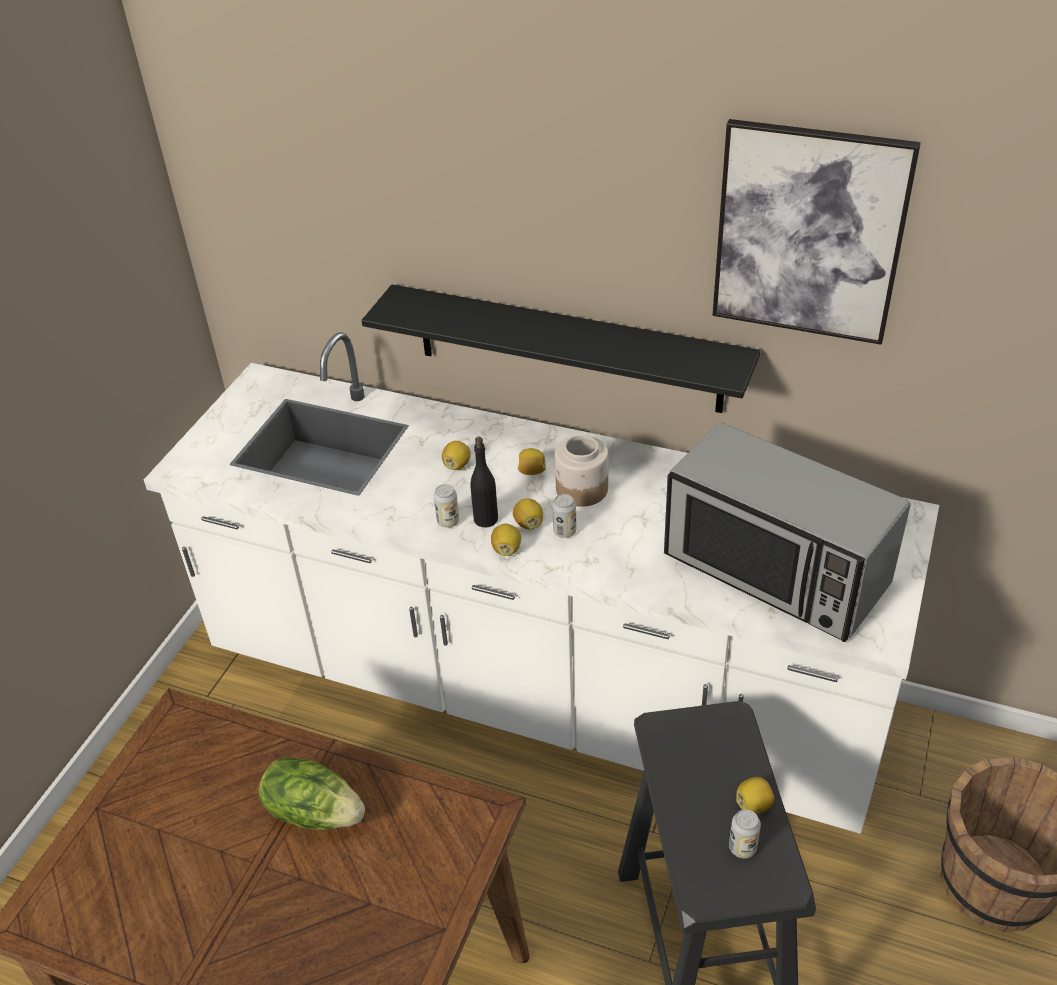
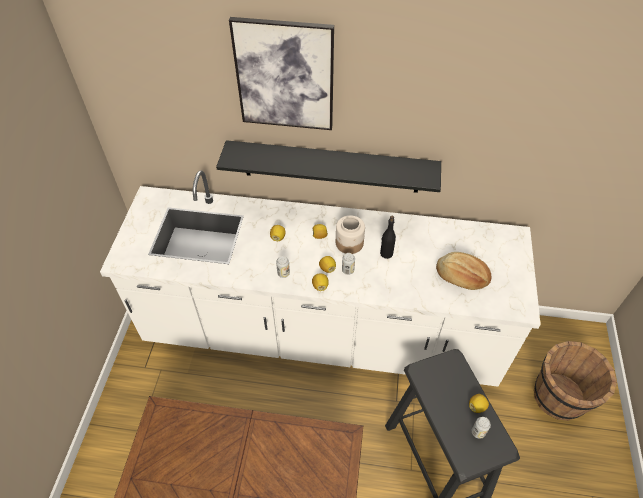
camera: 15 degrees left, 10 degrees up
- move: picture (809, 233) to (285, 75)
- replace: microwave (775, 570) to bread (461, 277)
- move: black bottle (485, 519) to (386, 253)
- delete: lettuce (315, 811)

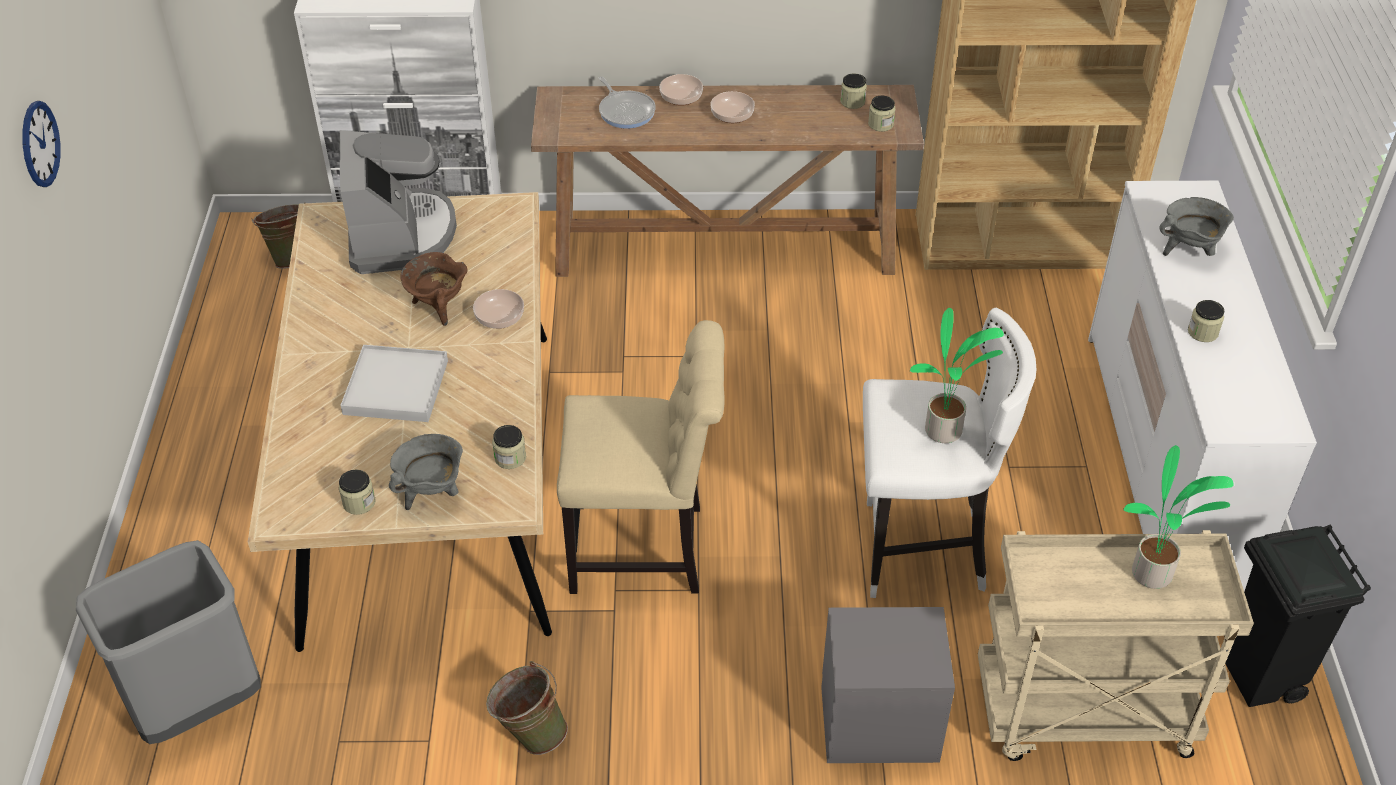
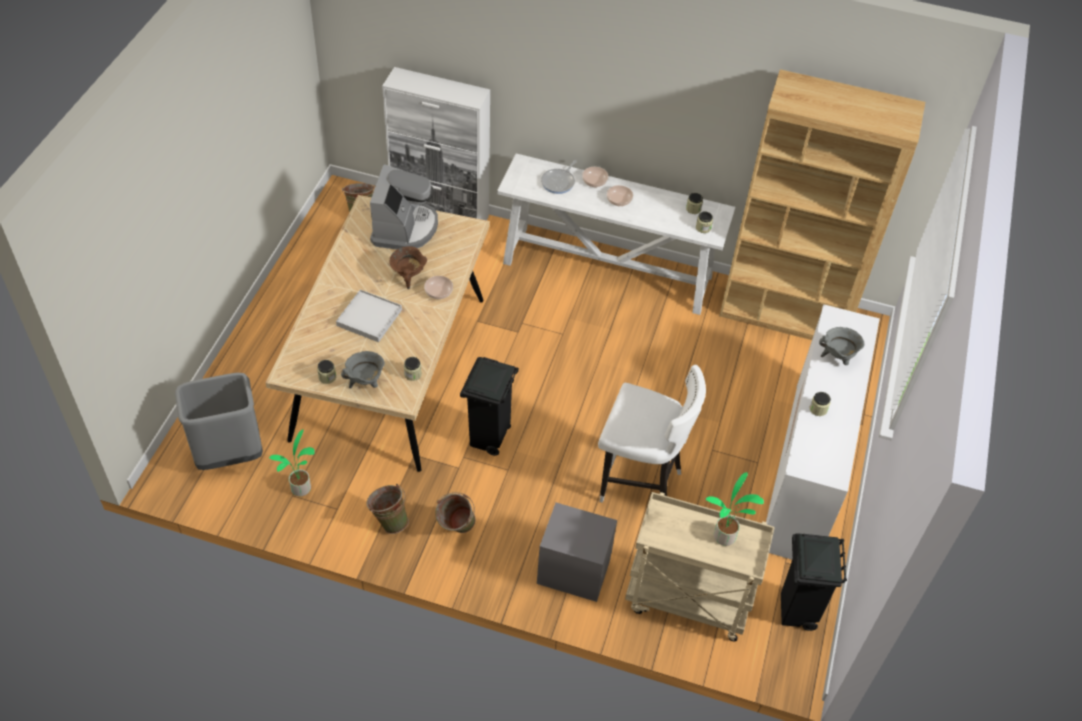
camera: 15 degrees right, 5 degrees up
- rotate: frying pan (625, 111) = (559, 182) 45 degrees clockwise
- recolor: brown console table (726, 246) to white console table (608, 270)
- delete: wall clock (40, 144)
- move: potted plant (945, 432) to (301, 489)
- replace: beige chair (645, 549) to black trash can (489, 439)
- insert: green bucket (456, 529)

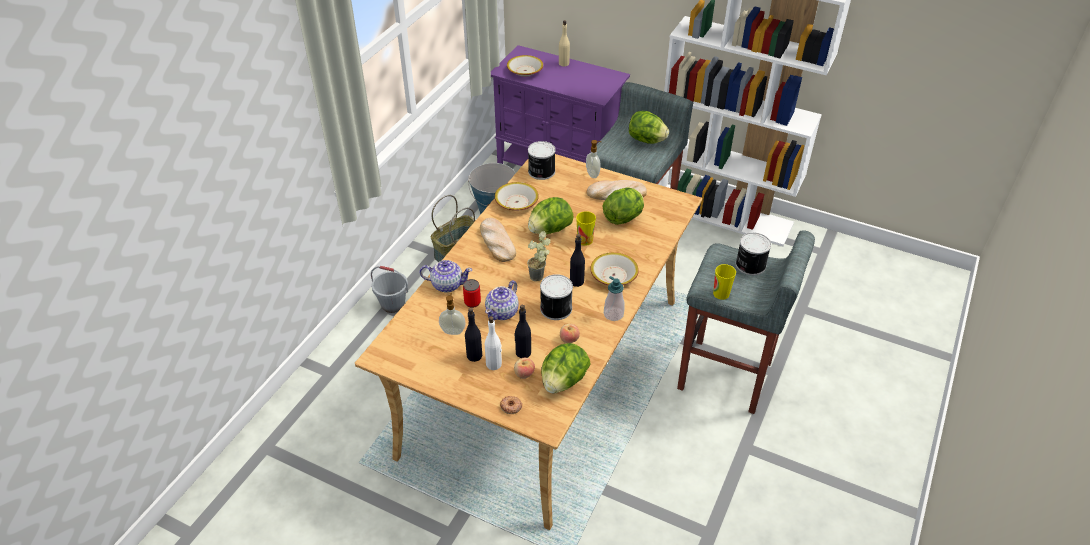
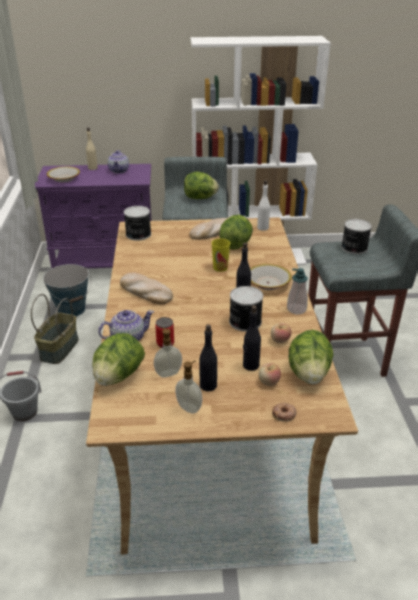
camera: 30 degrees left, 10 degrees down
- move: soap dispenser (593, 174) to (189, 407)
- delete: bowl (517, 202)
- move: lettuce (550, 230) to (118, 376)
- delete: potted plant (540, 279)
- delete: cup (721, 293)
- move: teapot (502, 312) to (119, 170)
- move: white bottle (494, 364) to (263, 228)

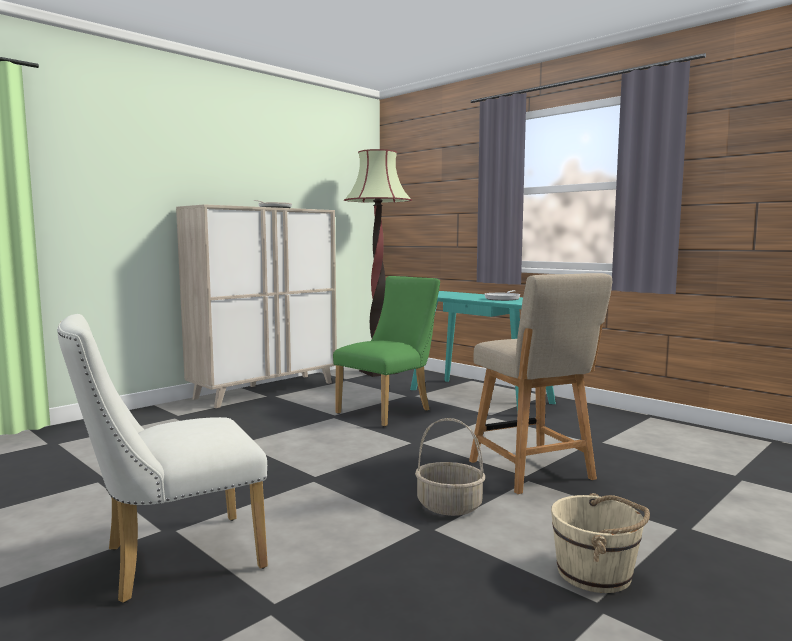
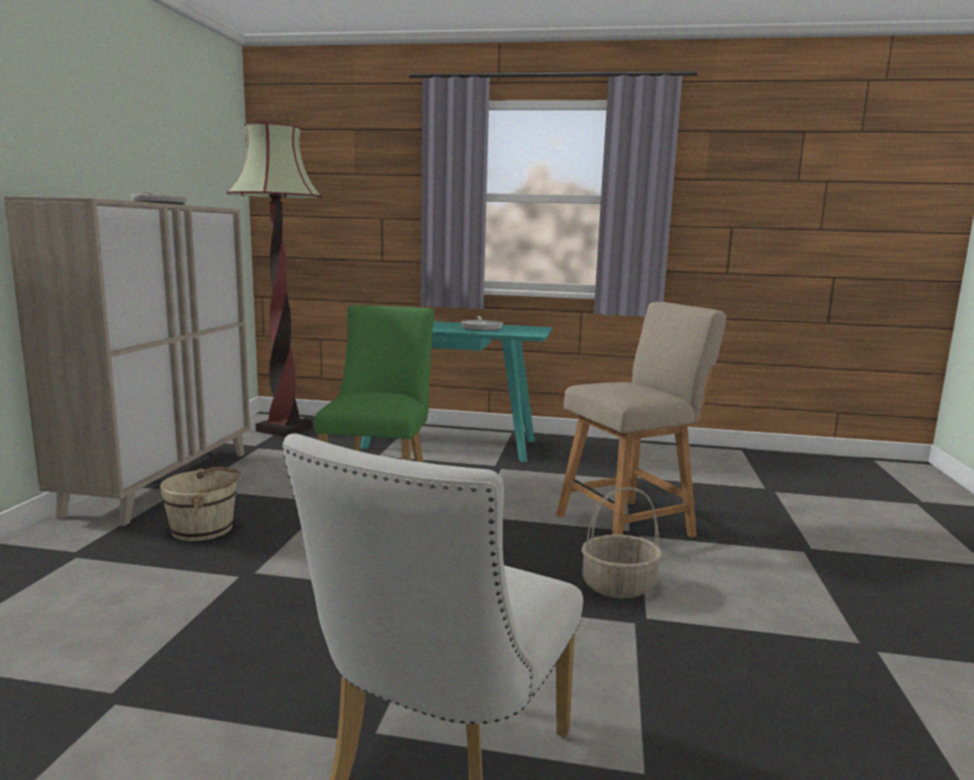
camera: 35 degrees left, 5 degrees up
- rotate: beige chair (534, 472) = (630, 524) 60 degrees counterclockwise
- move: beige bucket (596, 573) to (204, 529)

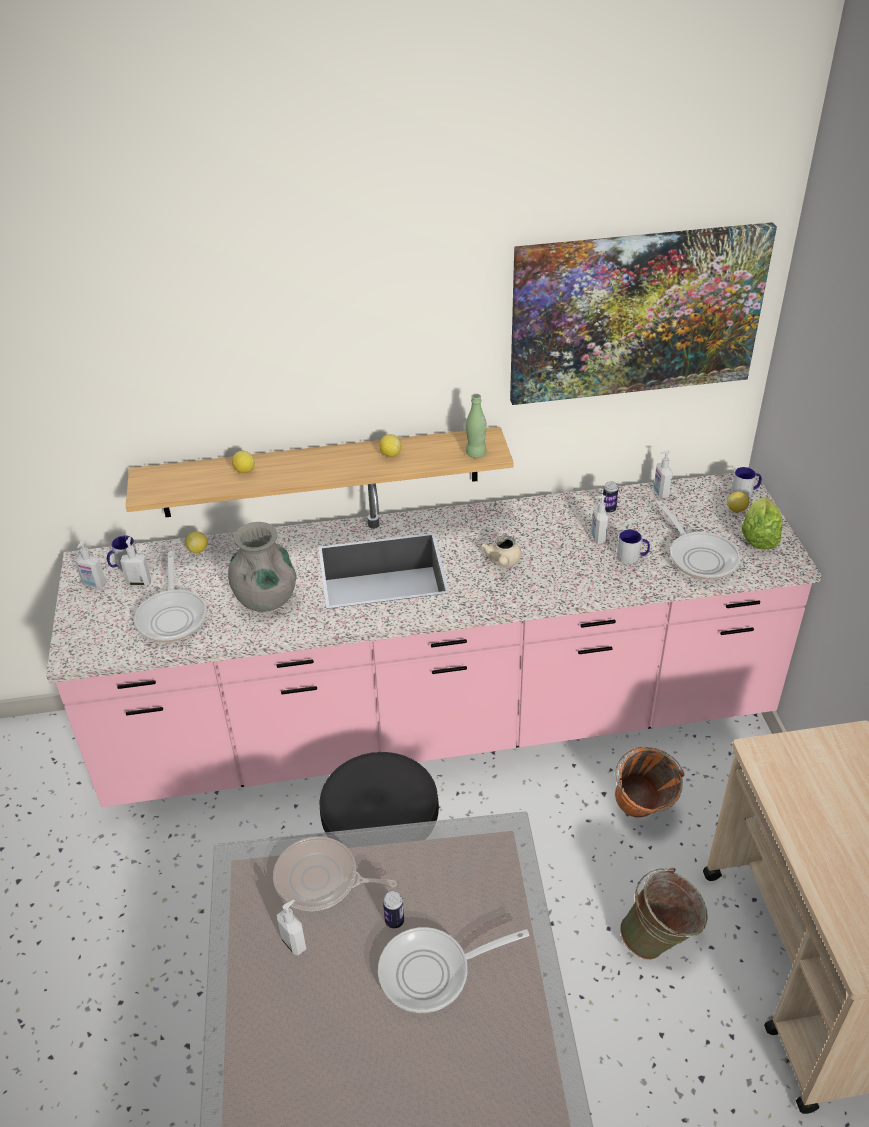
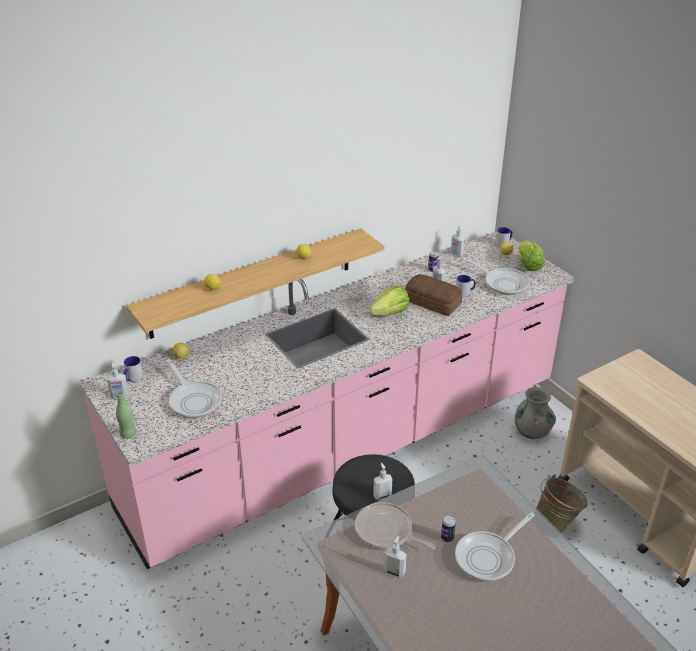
camera: 25 degrees left, 5 degrees down
- delete: picture (636, 314)
- move: green bottle (476, 454) to (128, 434)
- move: grey vase (266, 599) to (532, 432)
- replace: beige teapot (503, 561) to lettuce (390, 313)
- move: soap dispenser (139, 582) to (382, 495)
- delete: orange bucket (640, 814)
- rotate: frying pan (321, 880) = (386, 531) 45 degrees clockwise
- insert: bread (433, 303)

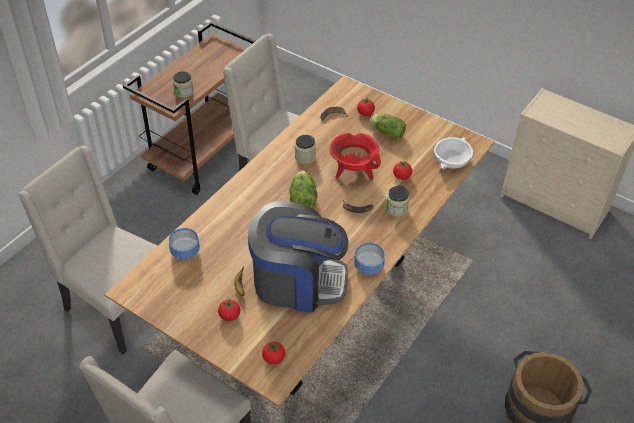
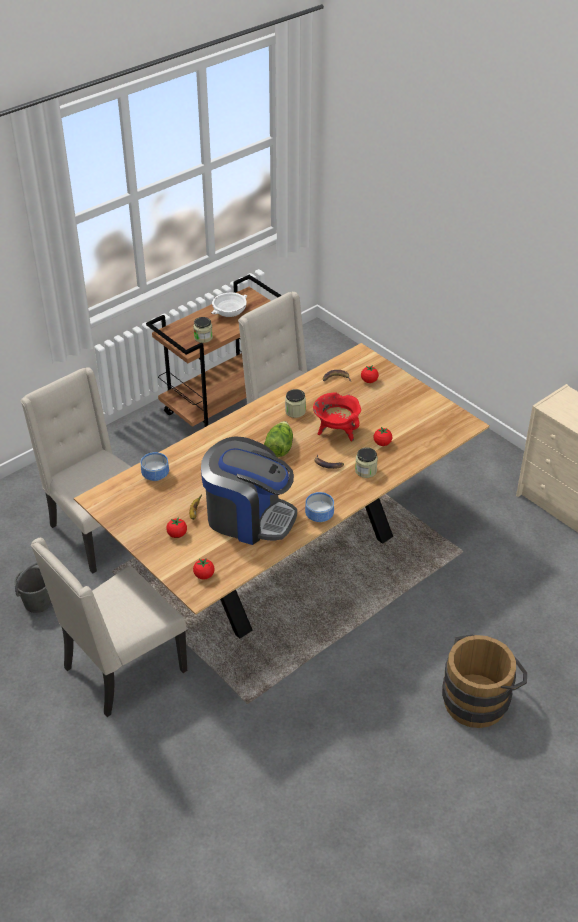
camera: 15 degrees right, 5 degrees down
- delete: lettuce (386, 132)
- move: white bowl (451, 160) to (229, 311)
- insert: grey bucket (38, 603)

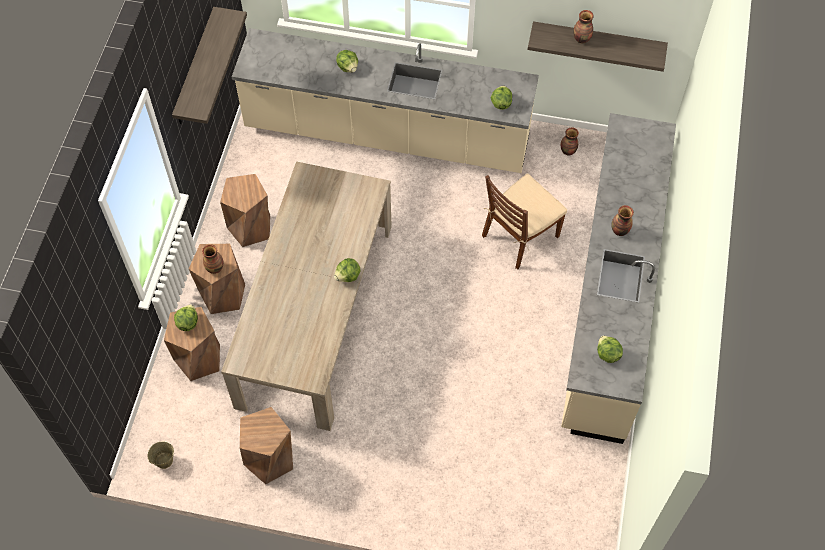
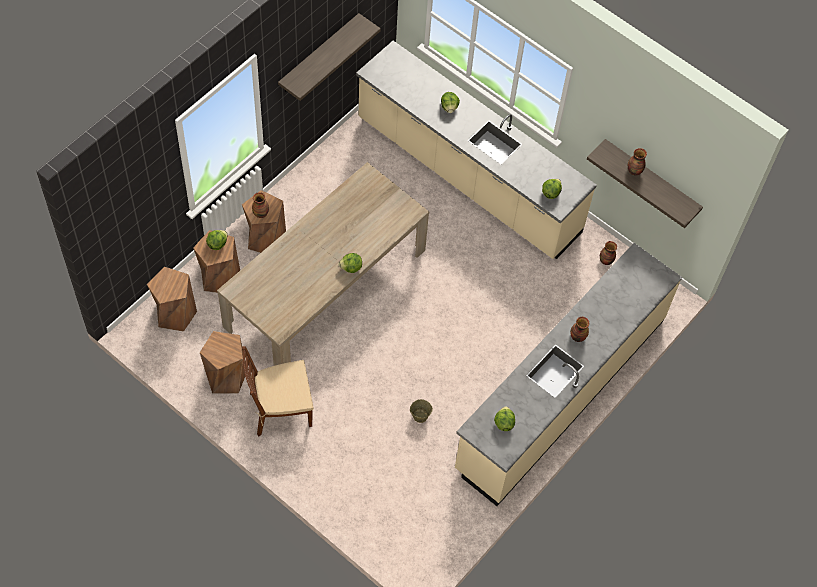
camera: 25 degrees right, 0 degrees up
- move: brown chair (519, 236) to (280, 409)
- move: brown stool (250, 227) to (175, 314)
- move: beige bucket (164, 461) to (420, 416)

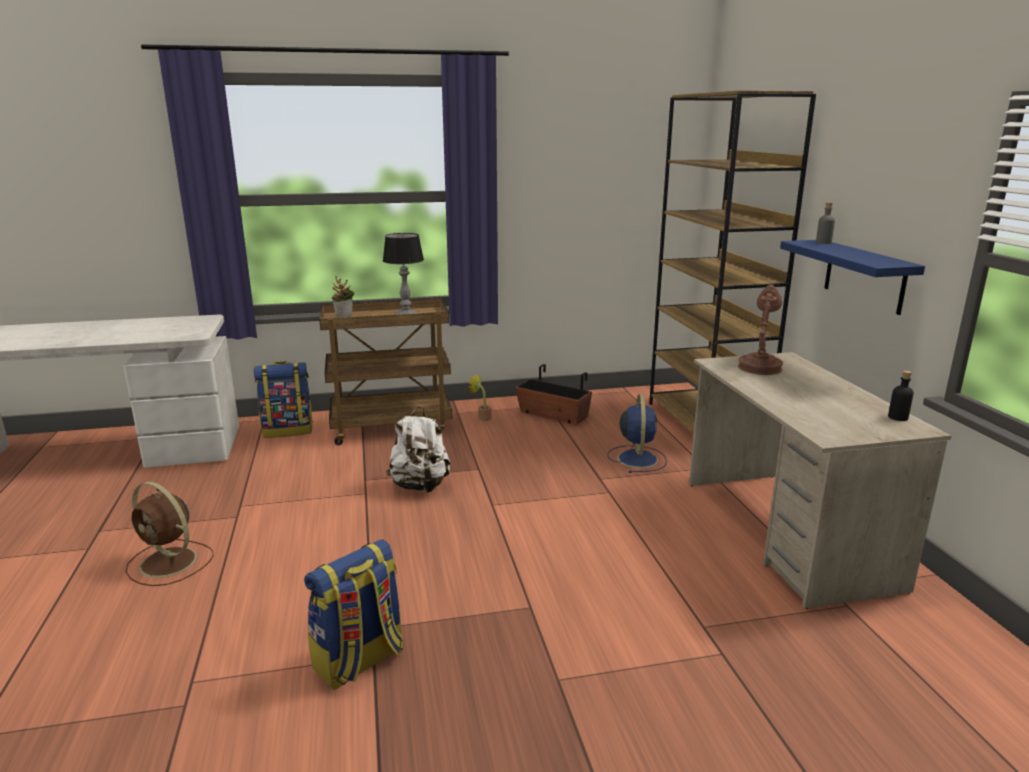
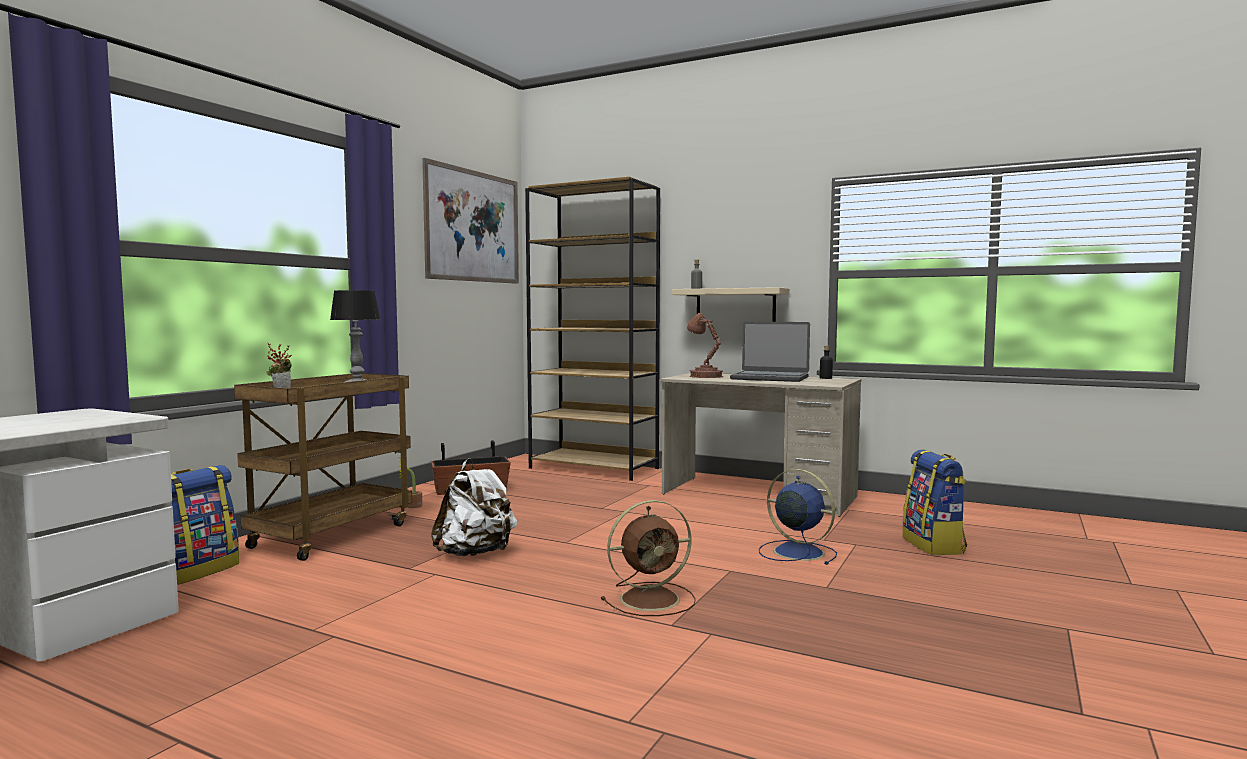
camera: 50 degrees left, 15 degrees down
- recolor: blue shelf (864, 276) to beige shelf (735, 306)
- move: blue fan (637, 458) to (796, 552)
- move: brown fan (170, 563) to (652, 599)
- move: backpack (359, 661) to (934, 545)
- insert: picture (473, 226)
- insert: laptop (770, 378)

